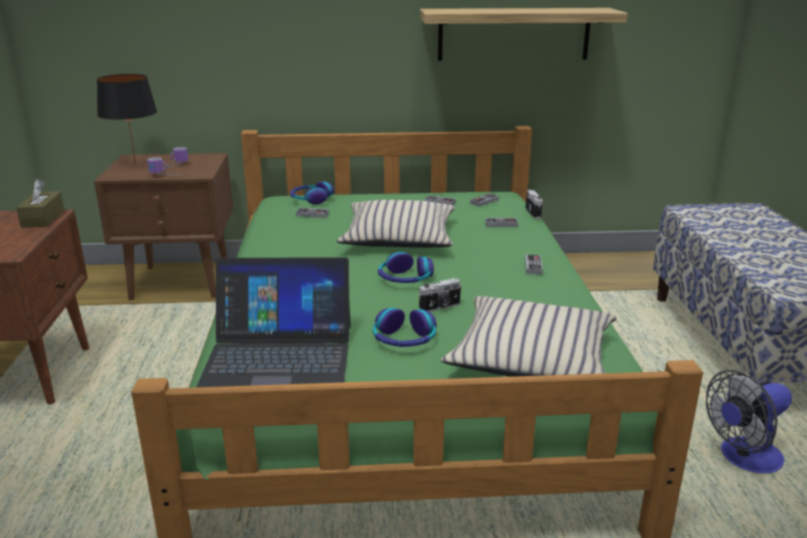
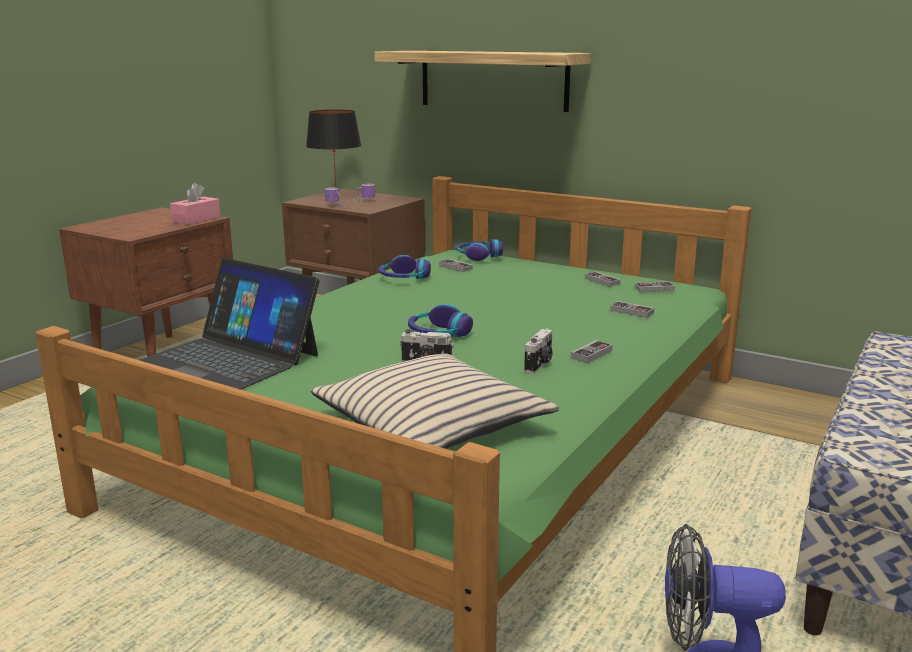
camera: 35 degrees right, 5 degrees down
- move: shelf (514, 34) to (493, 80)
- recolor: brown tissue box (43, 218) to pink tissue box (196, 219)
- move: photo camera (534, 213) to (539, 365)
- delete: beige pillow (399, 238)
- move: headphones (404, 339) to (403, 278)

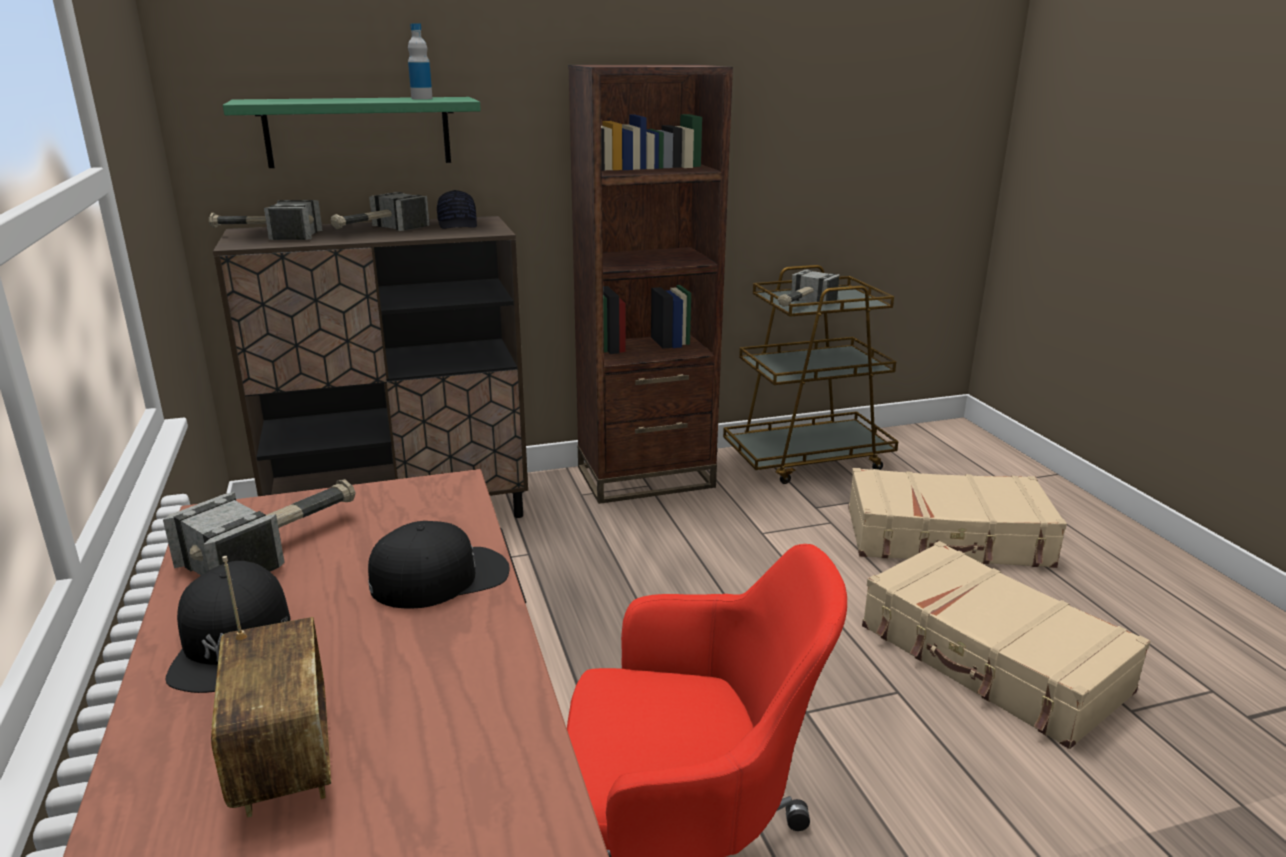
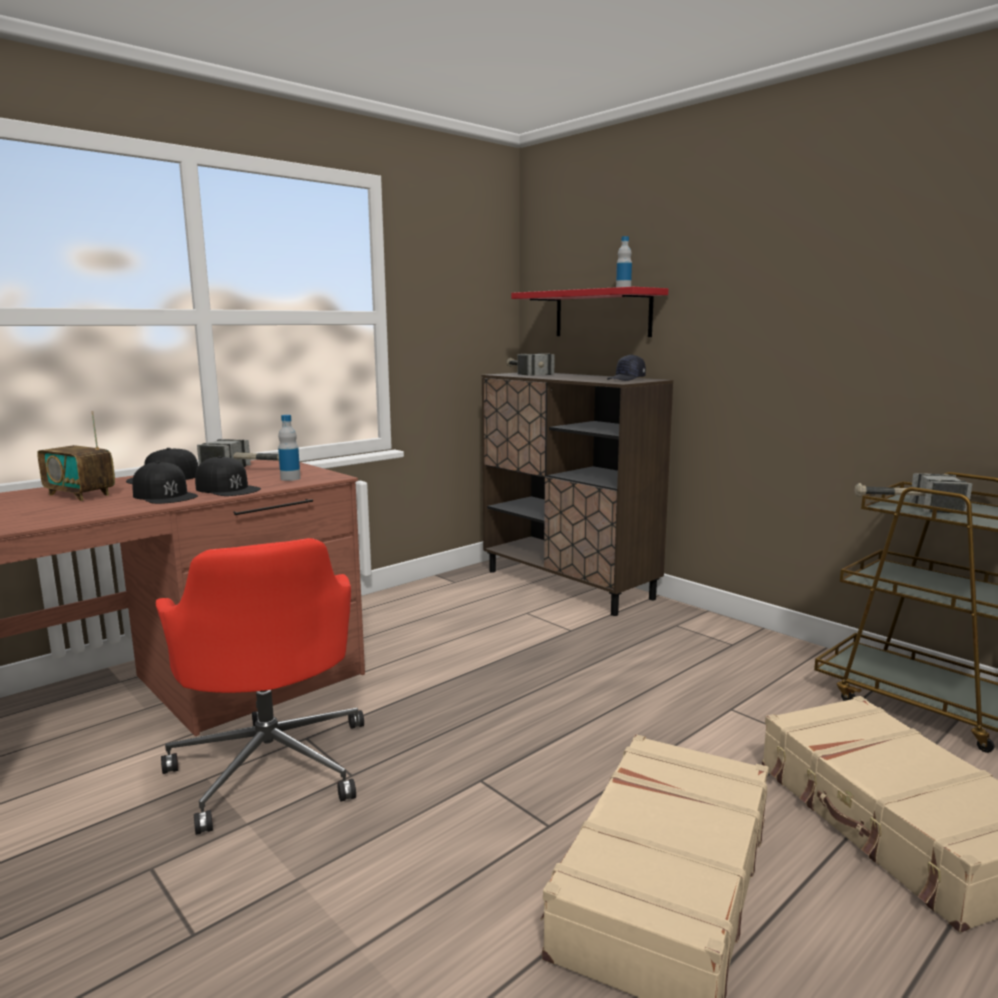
camera: 65 degrees right, 10 degrees down
- delete: brown bookcase (645, 477)
- recolor: green shelf (358, 132) to red shelf (602, 314)
- delete: hammer (377, 231)
- rotate: radio (283, 759) = (80, 495) 75 degrees clockwise
- insert: bottle (290, 478)
- insert: black cap (165, 495)

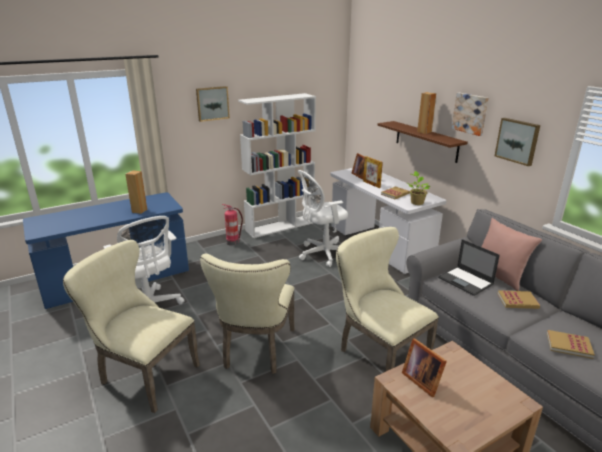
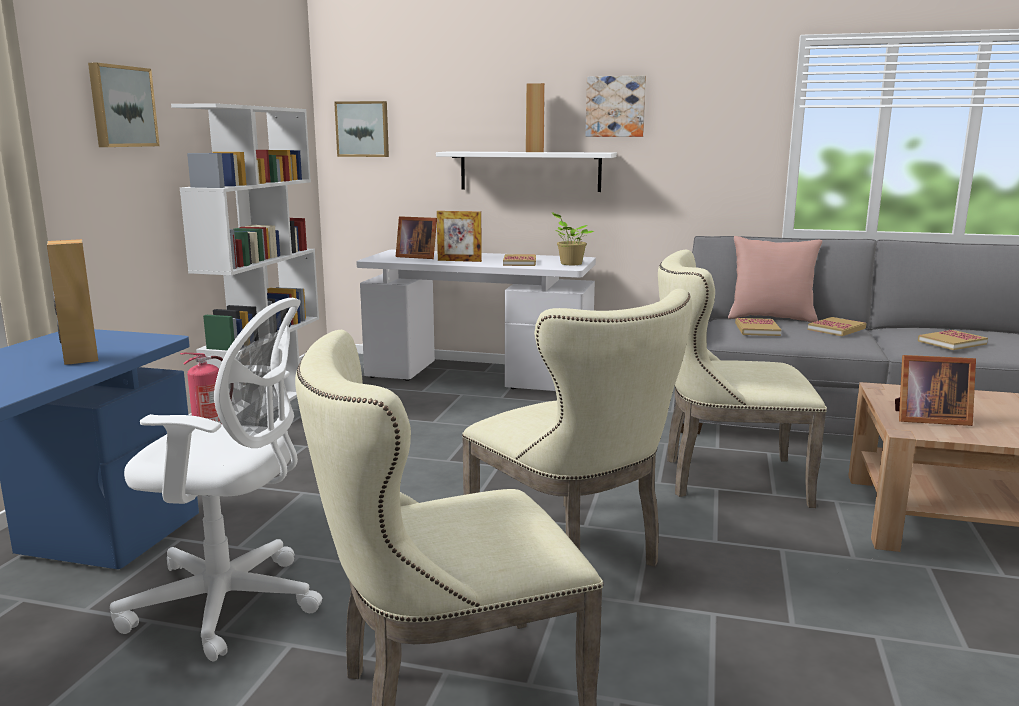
camera: 45 degrees left, 10 degrees down
- move: picture (517, 141) to (363, 129)
- recolor: brown shelf (426, 141) to white shelf (530, 171)
- delete: white office chair (323, 254)
- replace: laptop (466, 281) to book (757, 329)

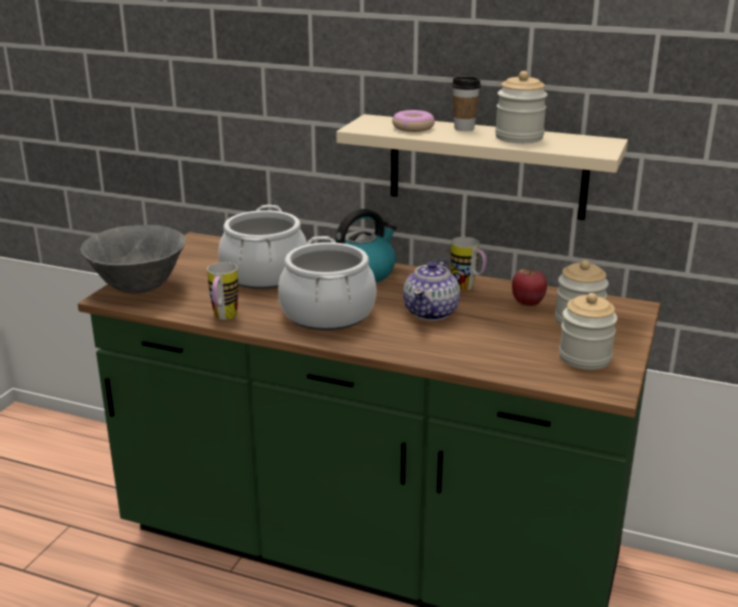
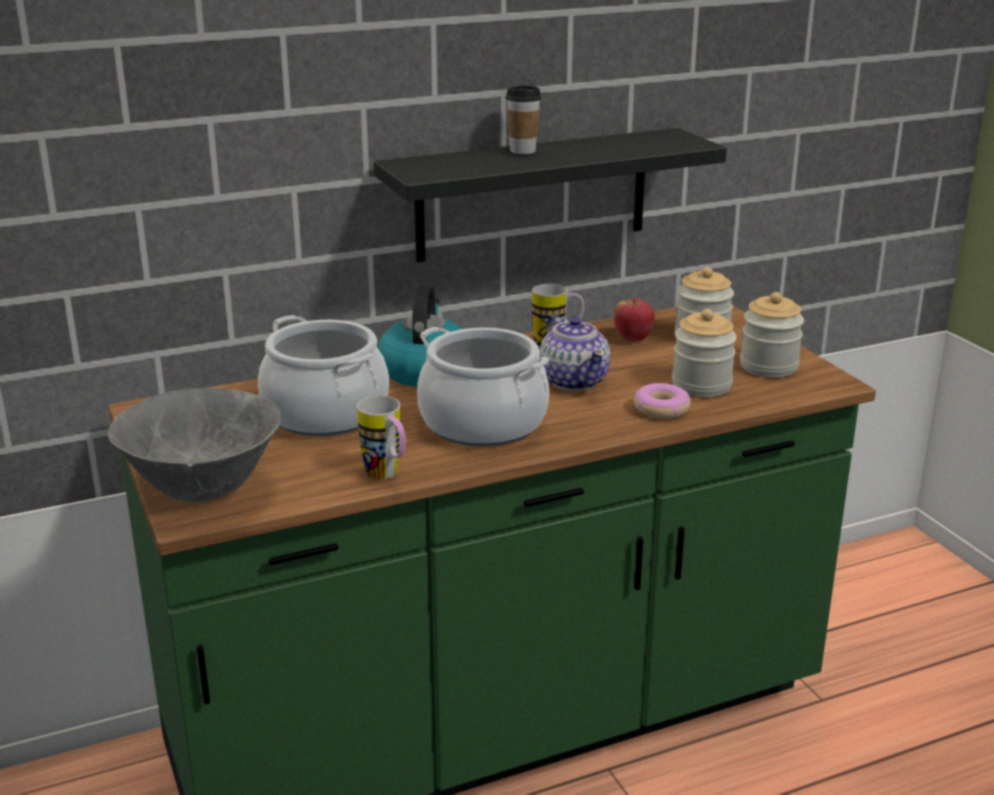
camera: 45 degrees left, 0 degrees up
- move: jar (519, 137) to (701, 385)
- move: donut (413, 127) to (661, 409)
- recolor: beige shelf (487, 167) to black shelf (532, 194)

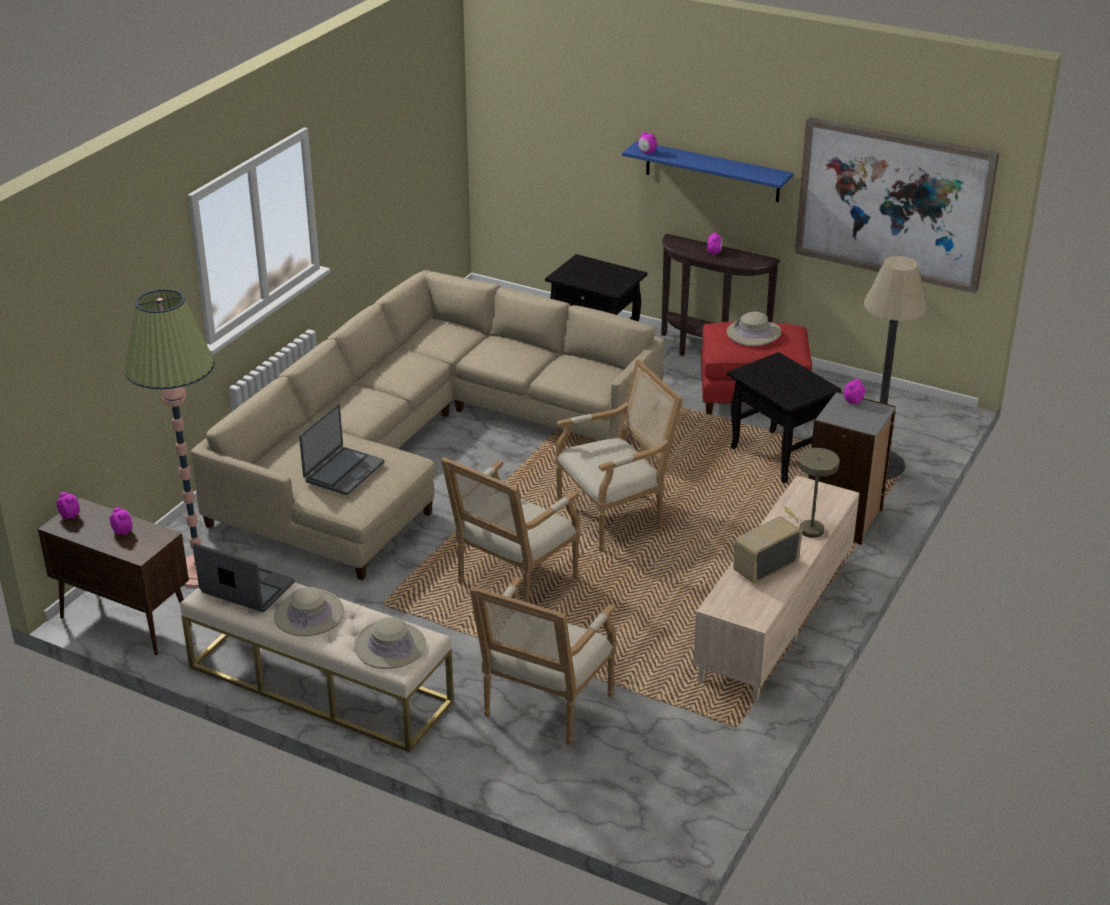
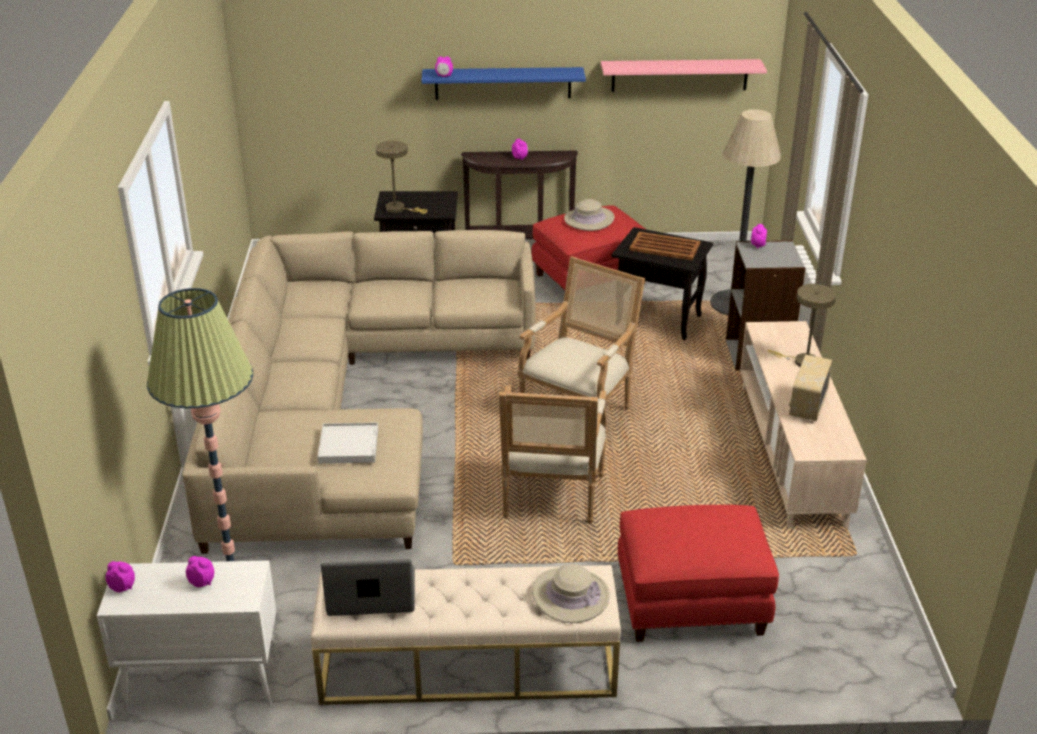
camera: 30 degrees left, 0 degrees up
- replace: picture (894, 203) to pink shelf (679, 75)
- replace: laptop (343, 472) to white tray (348, 446)
- recolor: brown cabinet (124, 621) to white cabinet (202, 684)
- replace: armchair (542, 709) to red ottoman (690, 605)
- delete: beige hat (309, 615)
- insert: beige table lamp (398, 209)
- insert: brown tray (665, 247)

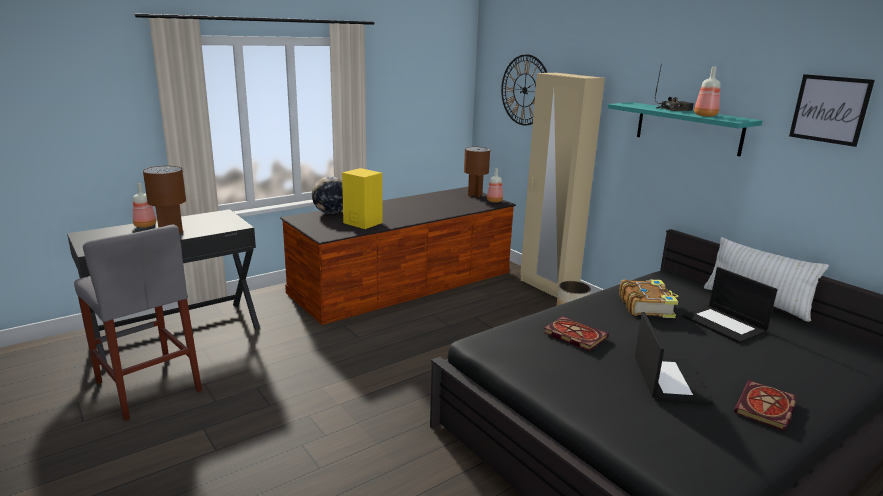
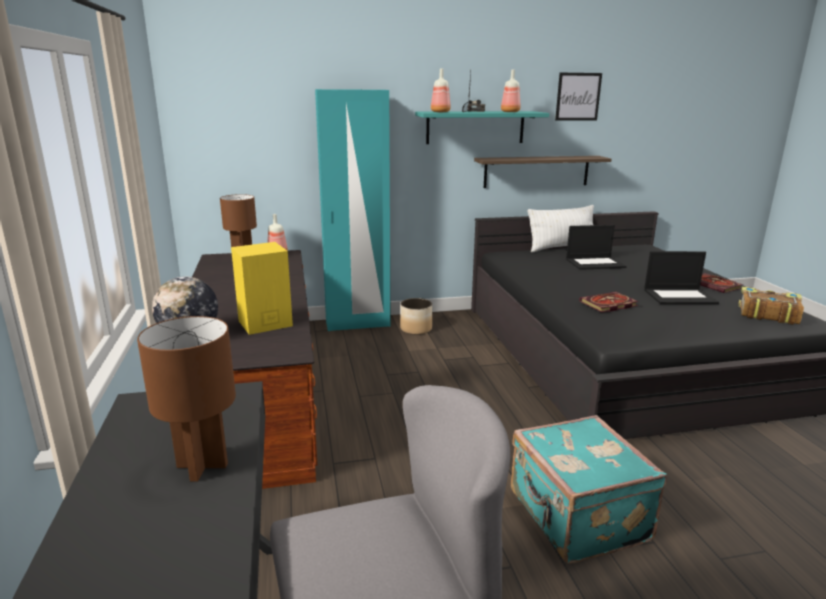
camera: 65 degrees left, 0 degrees up
- delete: wall clock (525, 90)
- recolor: beige wardrobe (548, 287) to turquoise wardrobe (358, 324)
- move: bottle (144, 225) to (440, 112)
- move: book (646, 306) to (767, 314)
- rotate: laptop (669, 379) = (680, 296) 150 degrees clockwise
- insert: shelf (536, 171)
- insert: turquoise suitcase (576, 517)

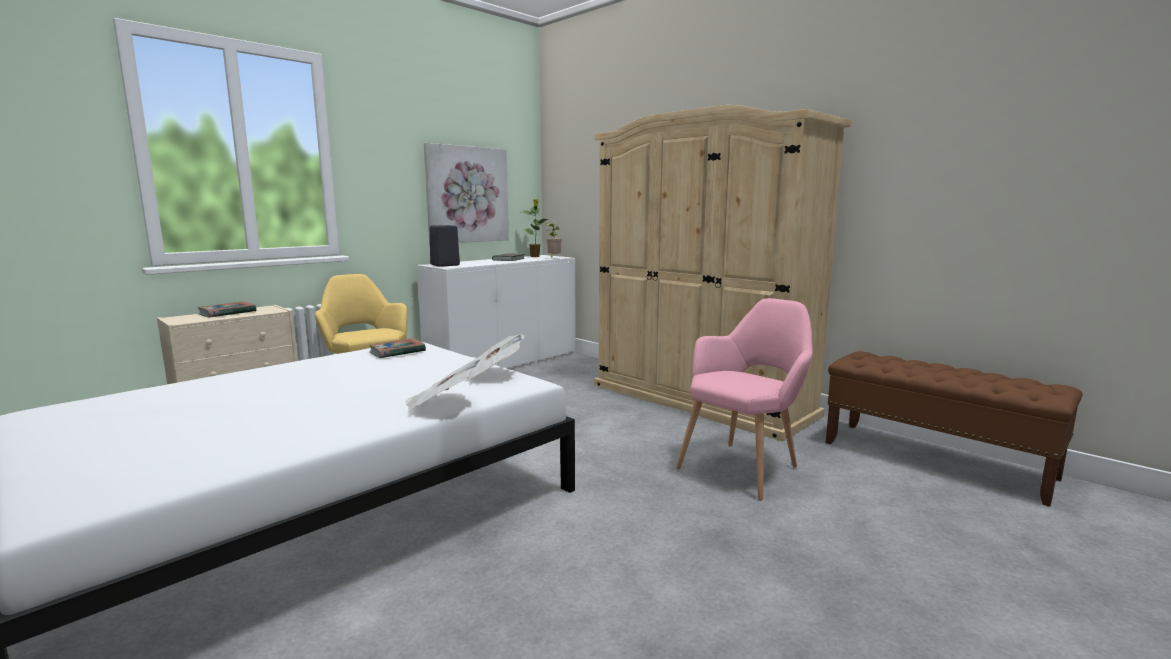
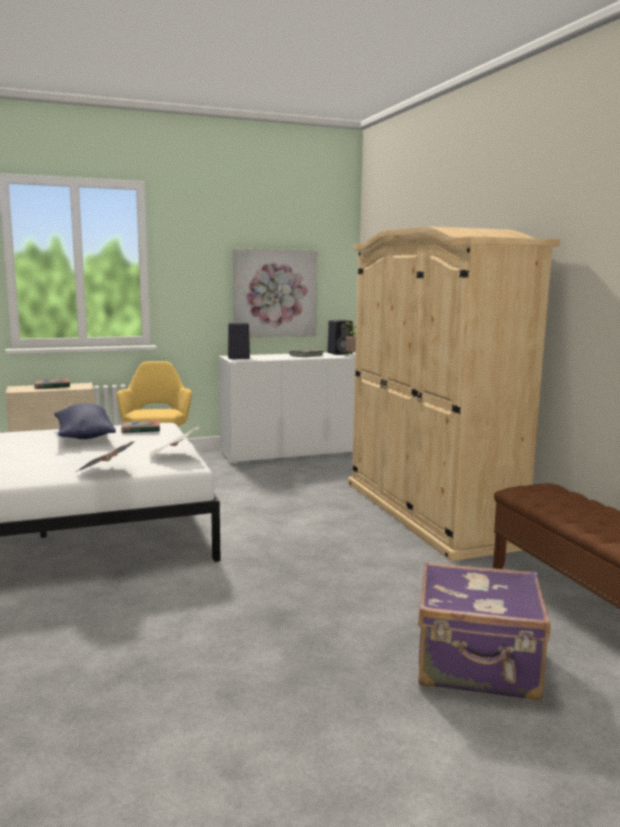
camera: 25 degrees right, 0 degrees up
- replace: potted plant (535, 256) to black speaker (340, 353)
- delete: pink armchair (745, 467)
- insert: blue pillow (84, 436)
- insert: purple suitcase (477, 667)

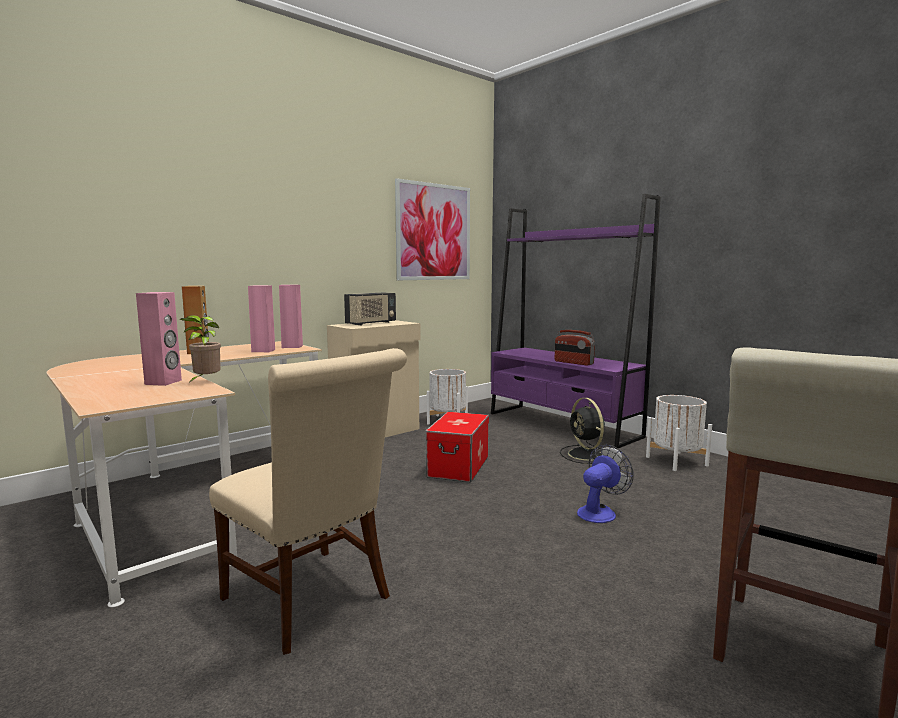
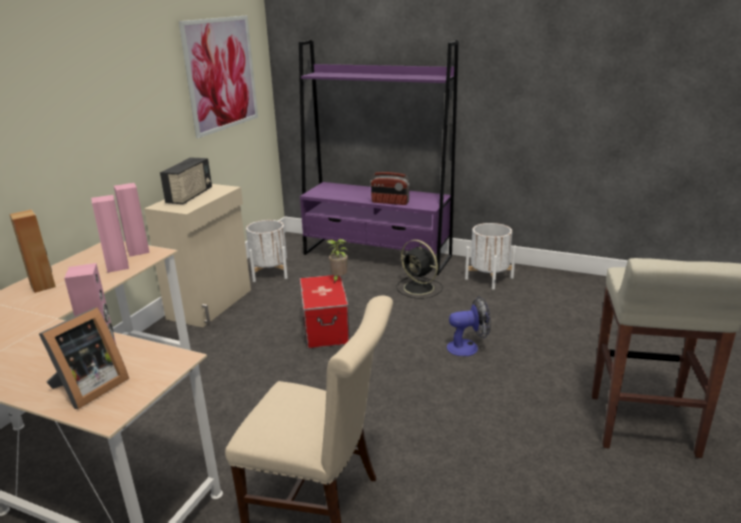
camera: 25 degrees left, 15 degrees up
- move: potted plant (205, 382) to (338, 279)
- rotate: fan (600, 512) = (468, 347) 60 degrees clockwise
- insert: picture frame (88, 389)

